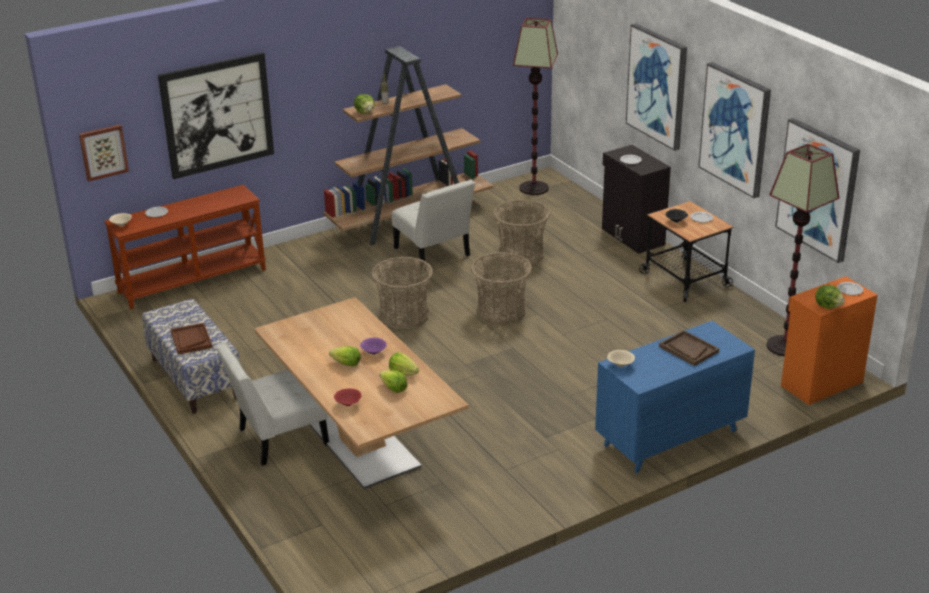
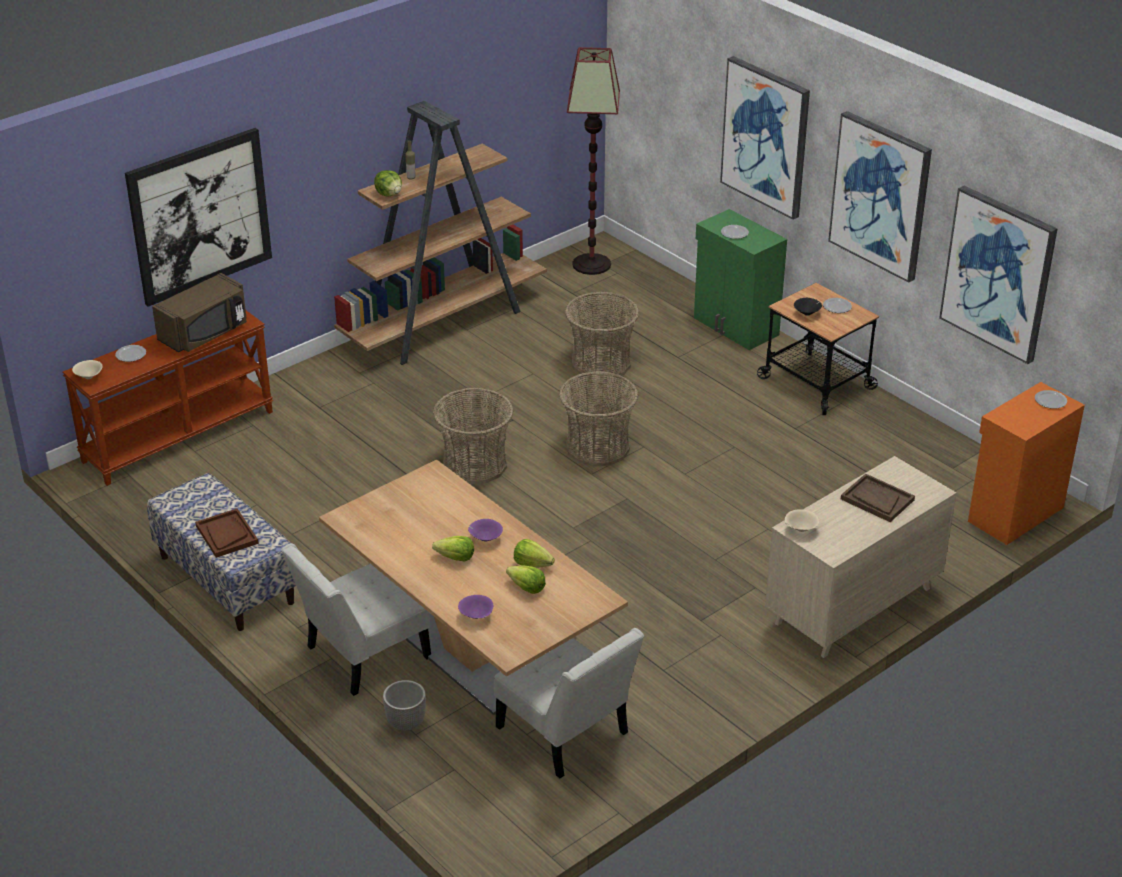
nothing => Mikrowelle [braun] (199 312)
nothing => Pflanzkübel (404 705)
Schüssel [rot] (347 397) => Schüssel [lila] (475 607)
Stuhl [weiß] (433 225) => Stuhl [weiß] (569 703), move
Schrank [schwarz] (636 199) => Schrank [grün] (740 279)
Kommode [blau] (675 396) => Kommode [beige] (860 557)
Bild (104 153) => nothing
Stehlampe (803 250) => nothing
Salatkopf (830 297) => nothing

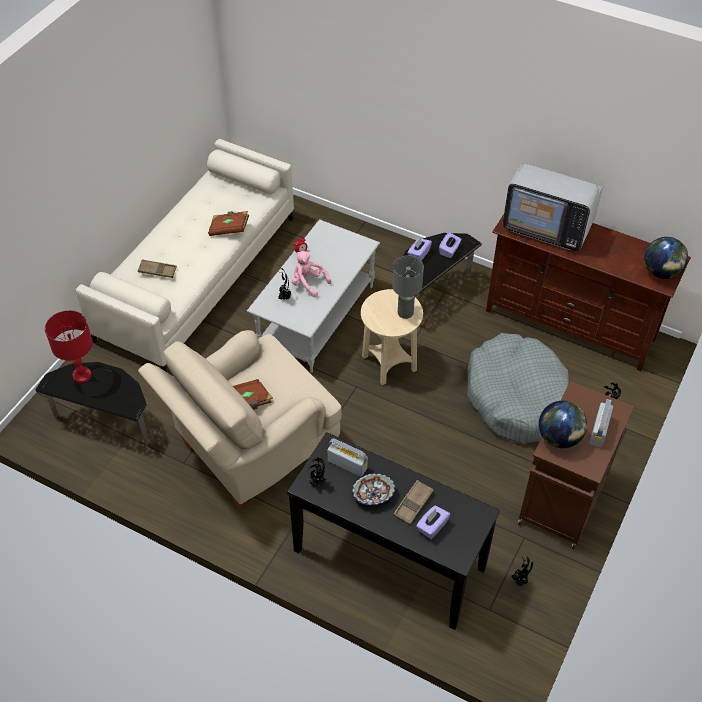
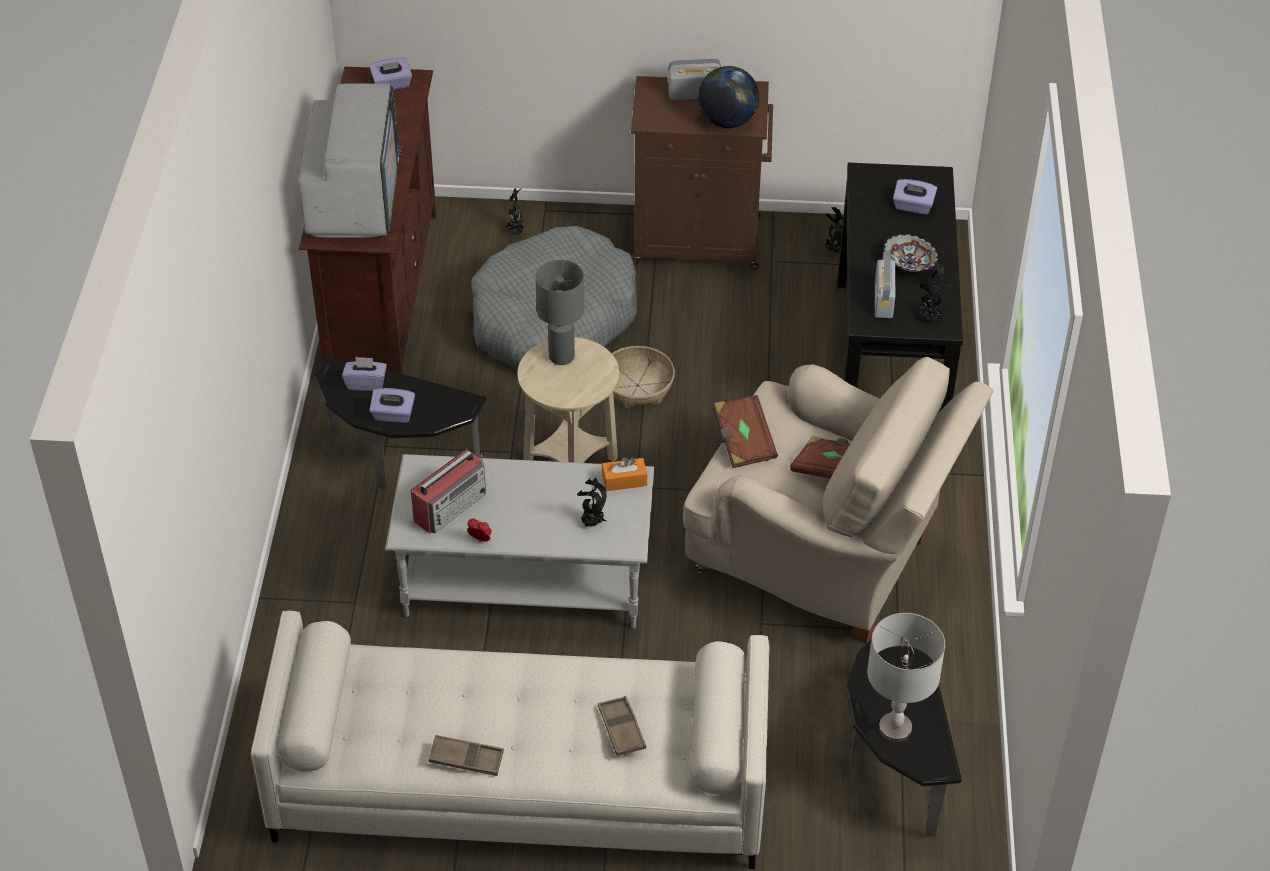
Globus (666 258) => Taschentuchbox [lila] (390 74)
nothing => Radio (448 492)
Tablett [braun] (413 502) => Tablett [braun] (466 755), move
nothing => Taschentuchbox [orange] (624 474)
nothing => Korb (643 377)
Buch [braun] (228 223) => Buch [braun] (745 431), move
Tischlampe [rot] (69 346) => Tischlampe [grau] (906 677)
Plüschtier [rosa] (311 274) => nothing

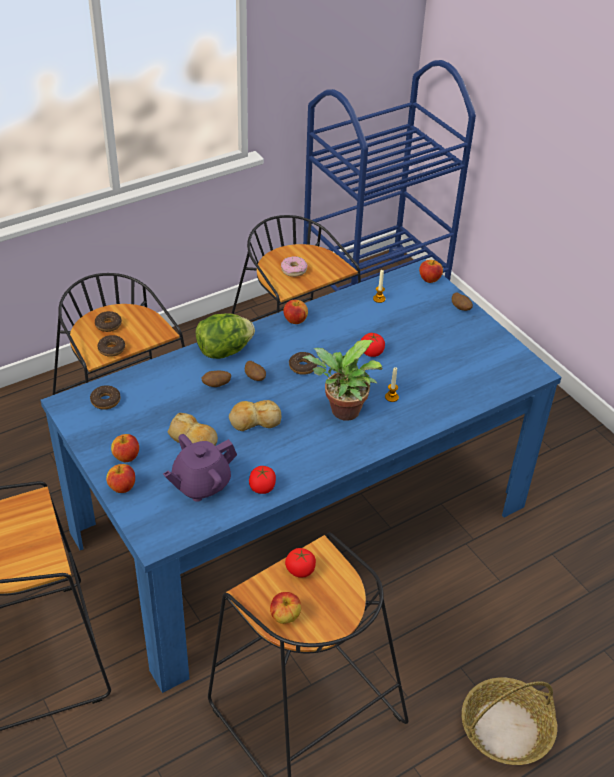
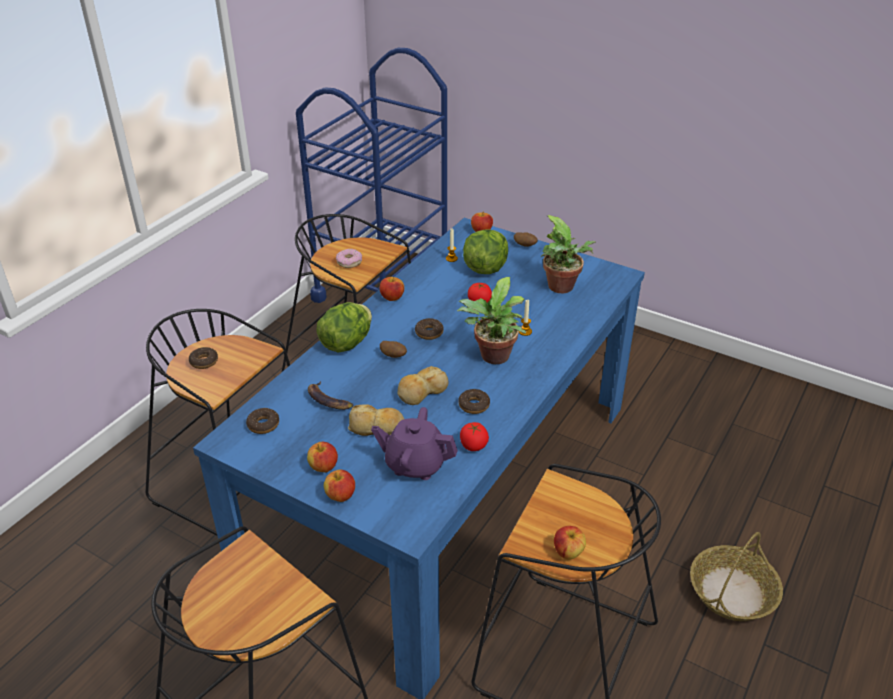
nothing => Banane (330 395)
Teekanne [lila] (200 468) => Teekanne [lila] (414 443), 75 degrees clockwise
Donut (111 346) => Donut (474 401), move
nothing => Salatkopf (485 251)
nothing => Topfpflanze (568 254)
Kartoffel (216 379) => nothing
Tomate (300 563) => nothing

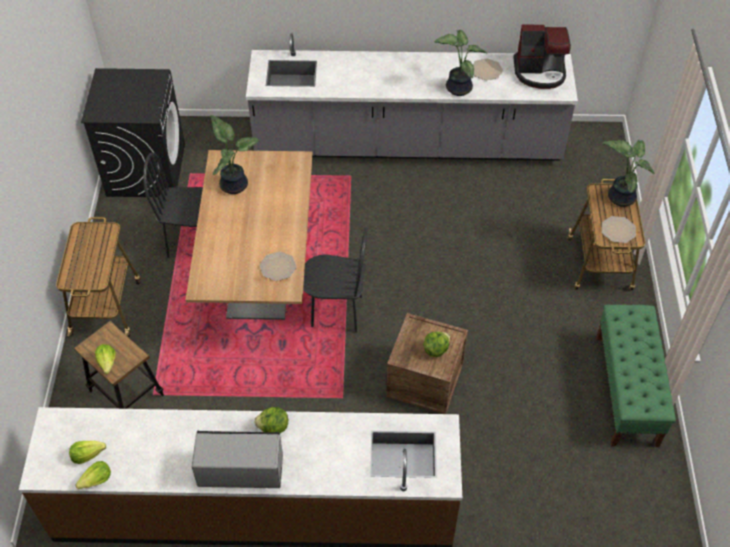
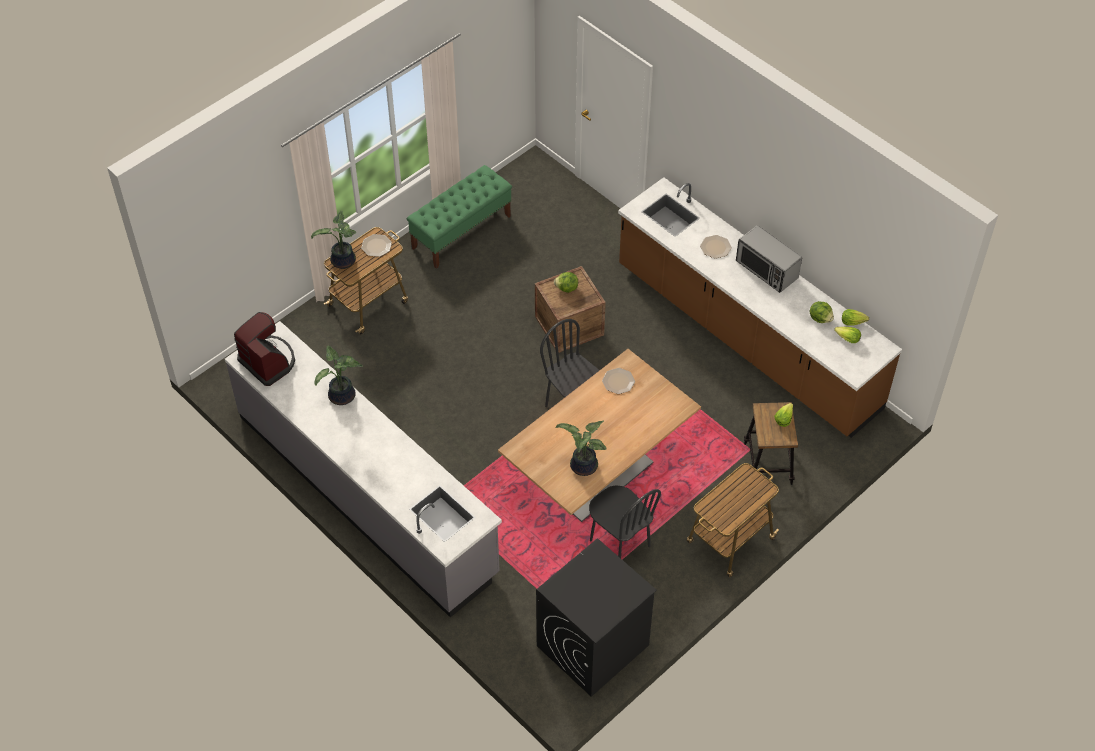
Teller (488 69) => Teller (716 247), move
Salatkopf (271 420) => Salatkopf (822 312), move

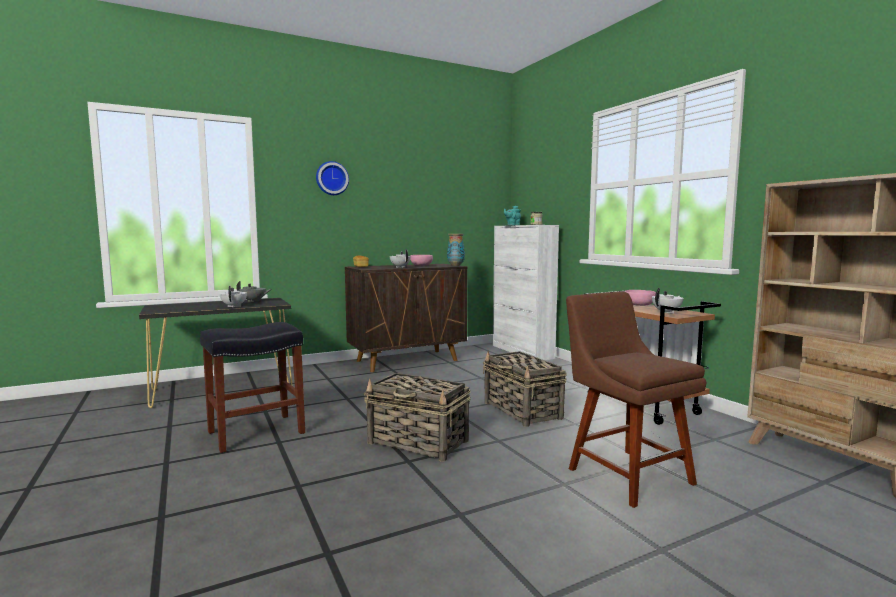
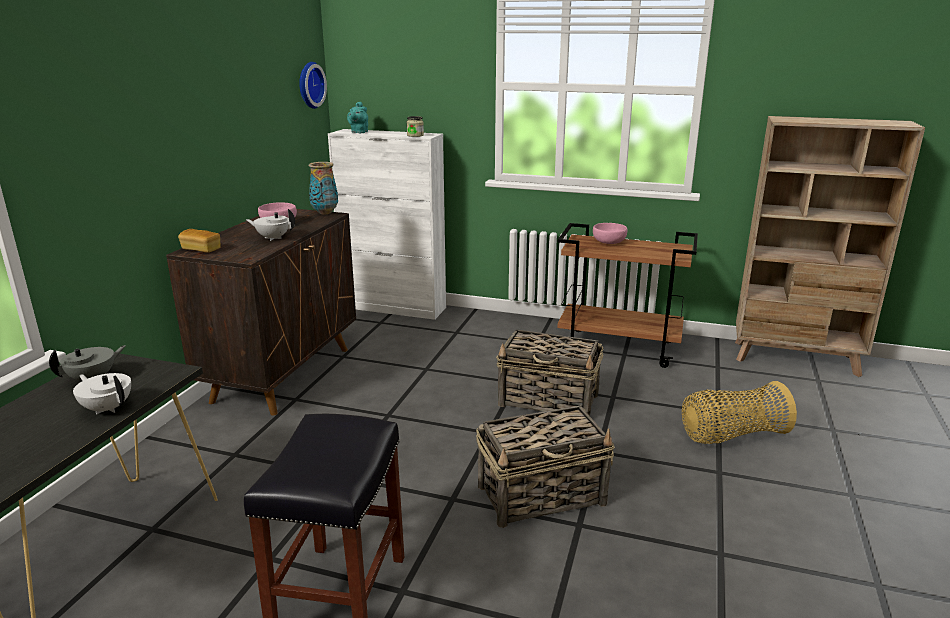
Wanduhr (332 178) => Wanduhr (313 85), move
Stuhl [braun] (636 400) => Korb (739 412)
Teekanne [weiß] (668 301) => nothing

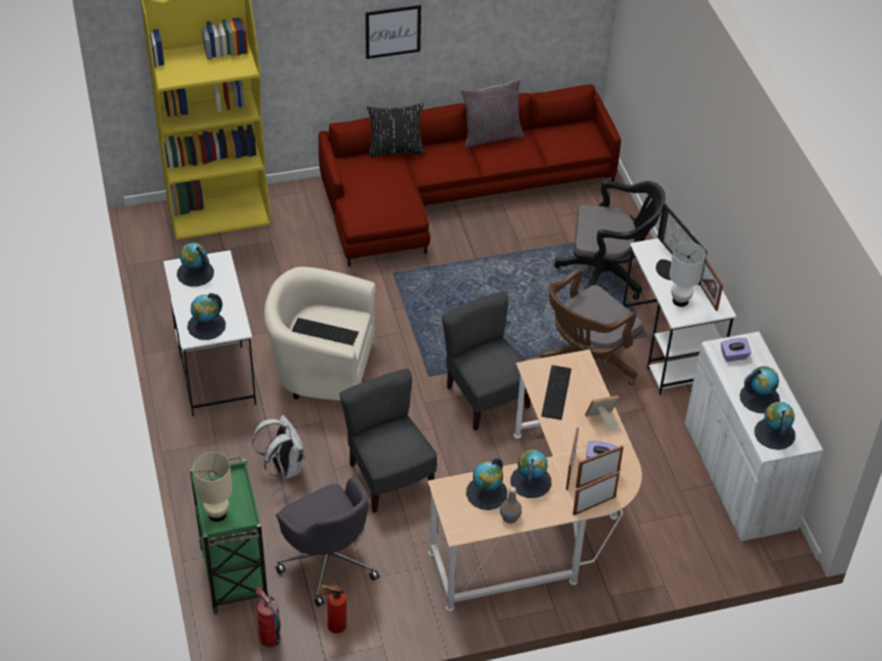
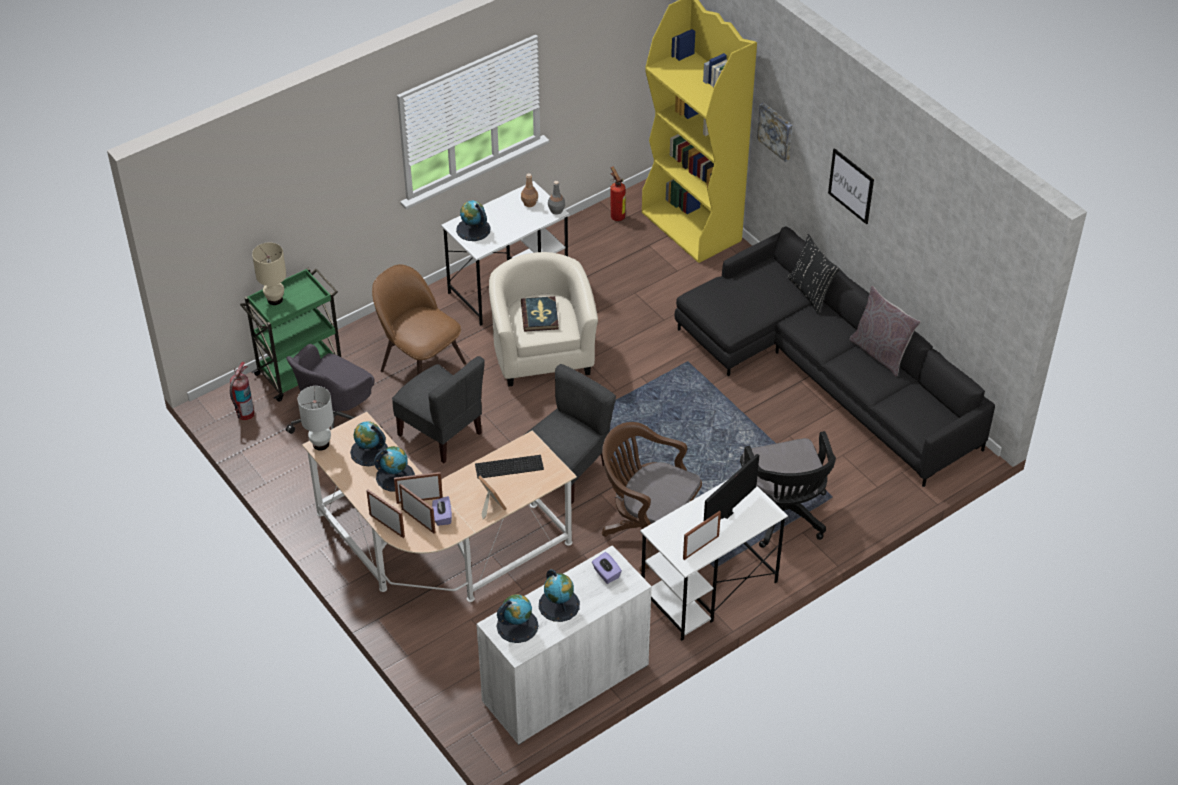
Tischlampe [weiß] (687 274) => Tischlampe [weiß] (316 418), move
Rucksack [weiß] (278 447) => Stuhl [braun] (419 319)
Stuhl [grau] (388 441) => Stuhl [grau] (438 409), 90 degrees clockwise
Globus (195 264) => Flasche [braun] (529 190)
Tastatur (325 331) => Buch (540 314)
Flasche [grau] (511 505) => Flasche [grau] (556 198), move
Feuerlöscher (332 608) => Feuerlöscher (618 194), move
Sofa [rot] (469 175) => Sofa [schwarz] (834 356)
nothing => Bild (774 132)

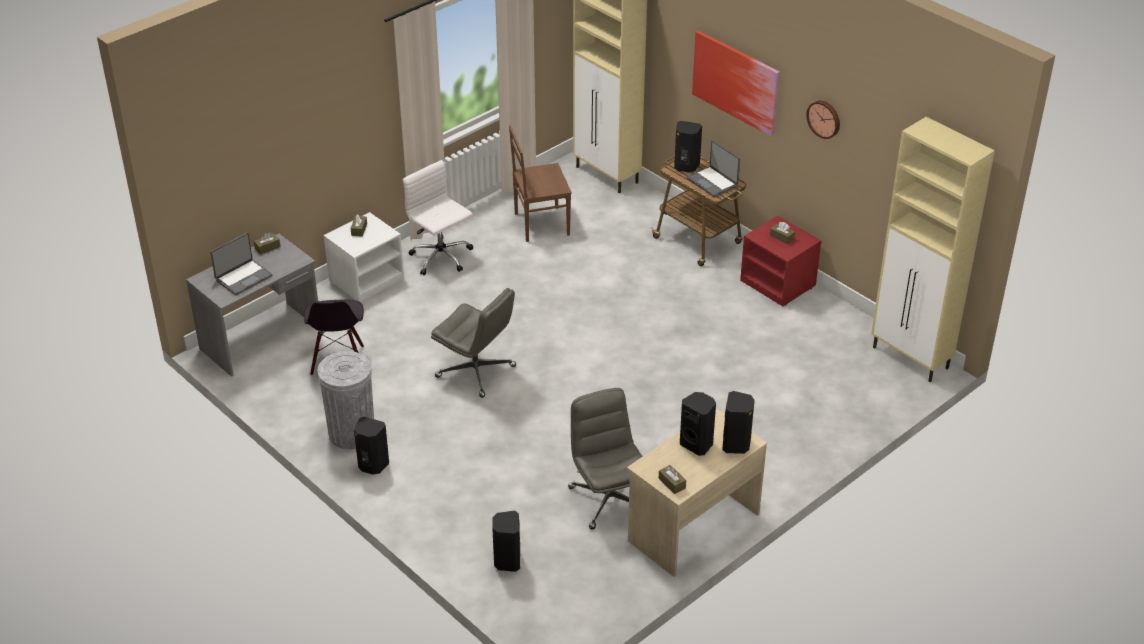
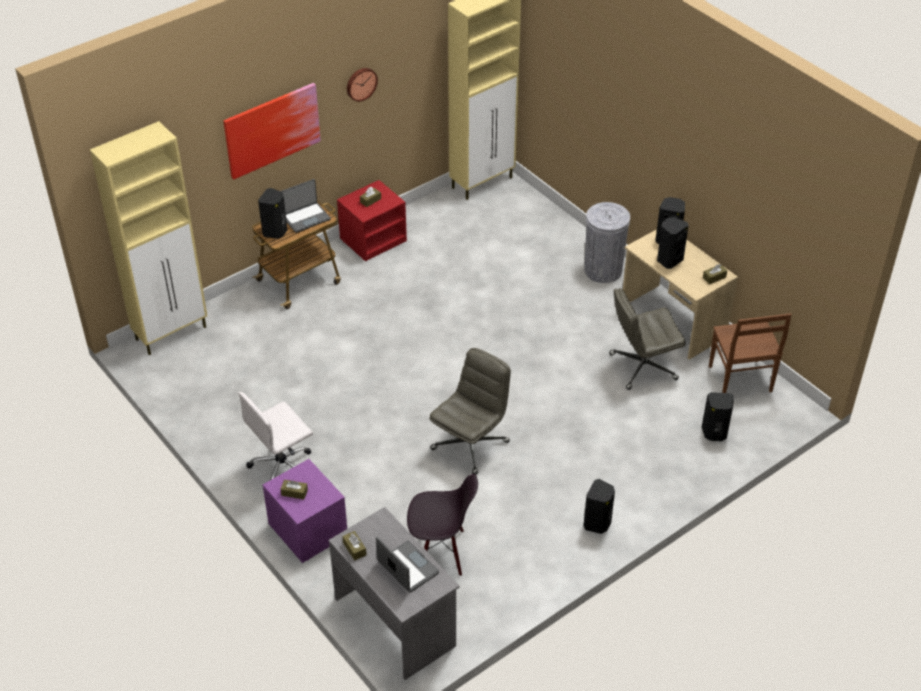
Nachttisch [weiß] (363 257) => Nachttisch [lila] (305 511)
Mülleimer [grau] (346 400) => Mülleimer [grau] (607 242), move
Stuhl [braun] (540 183) => Stuhl [braun] (750 353), move

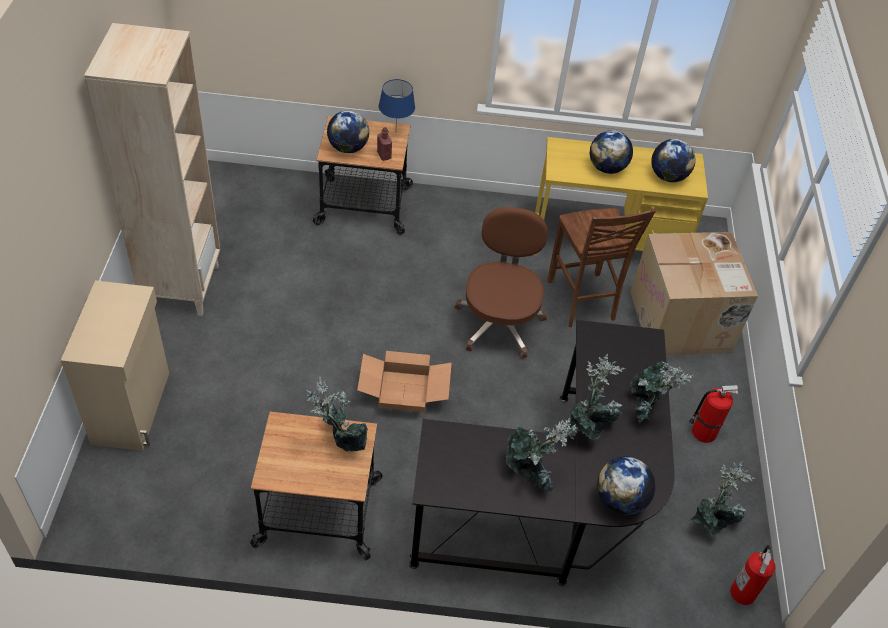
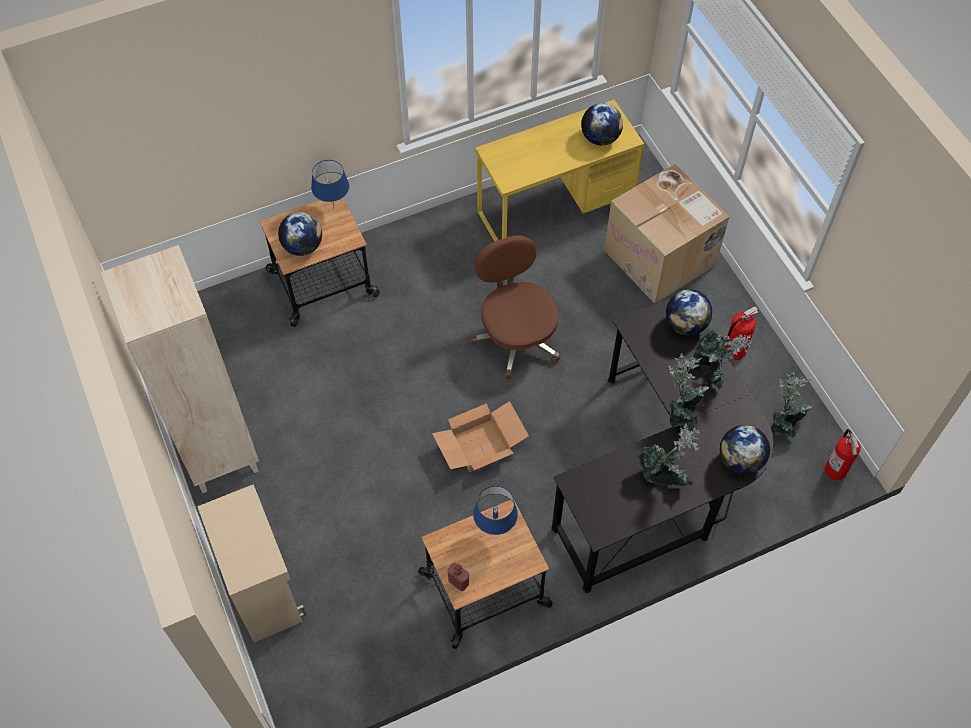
Flasche [rot] (384 144) => Flasche [rot] (458 577), move
Topfpflanze (337 414) => Tischlampe [blau] (495 510)
Globus (611 152) => Globus (689 312), move
Stuhl [braun] (601 267) => nothing

